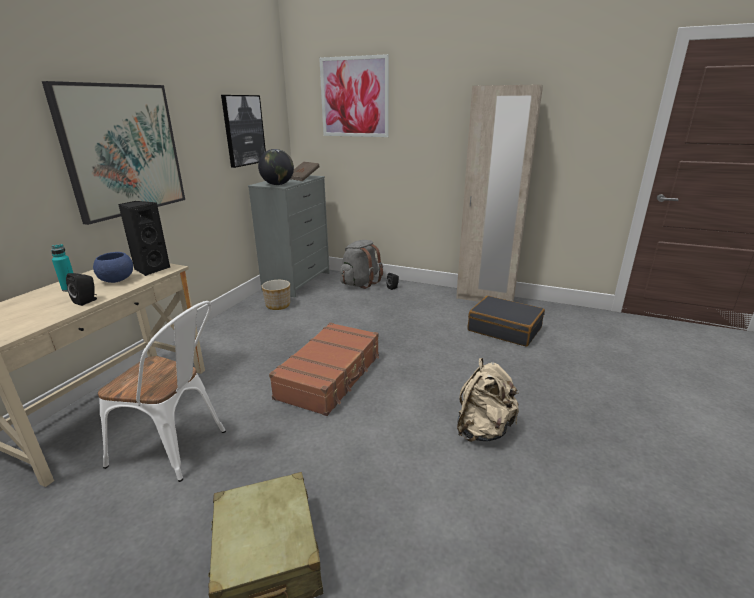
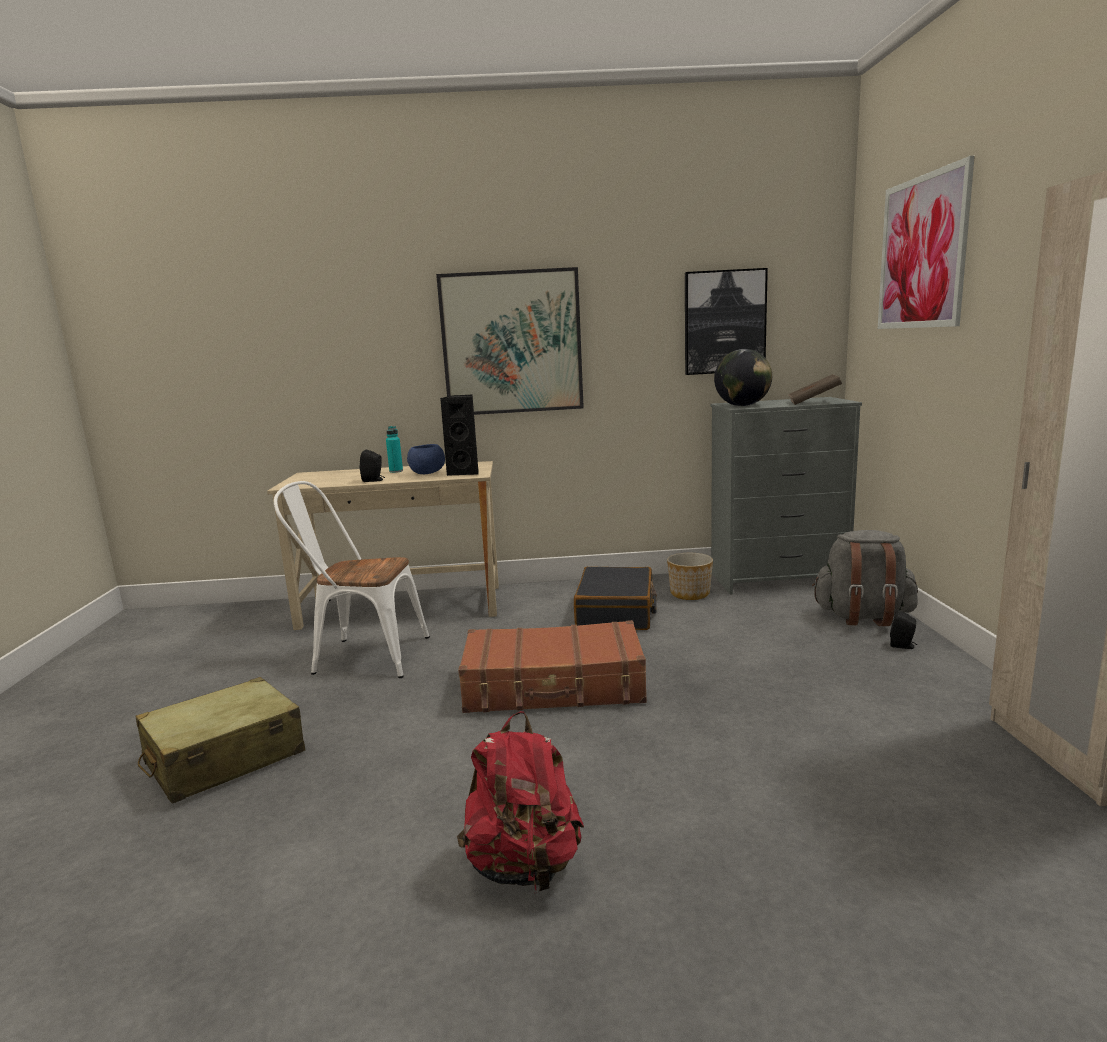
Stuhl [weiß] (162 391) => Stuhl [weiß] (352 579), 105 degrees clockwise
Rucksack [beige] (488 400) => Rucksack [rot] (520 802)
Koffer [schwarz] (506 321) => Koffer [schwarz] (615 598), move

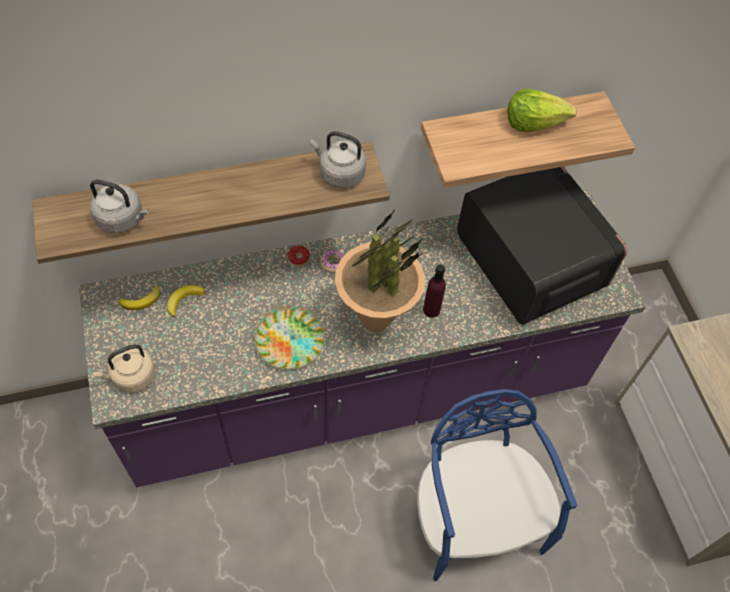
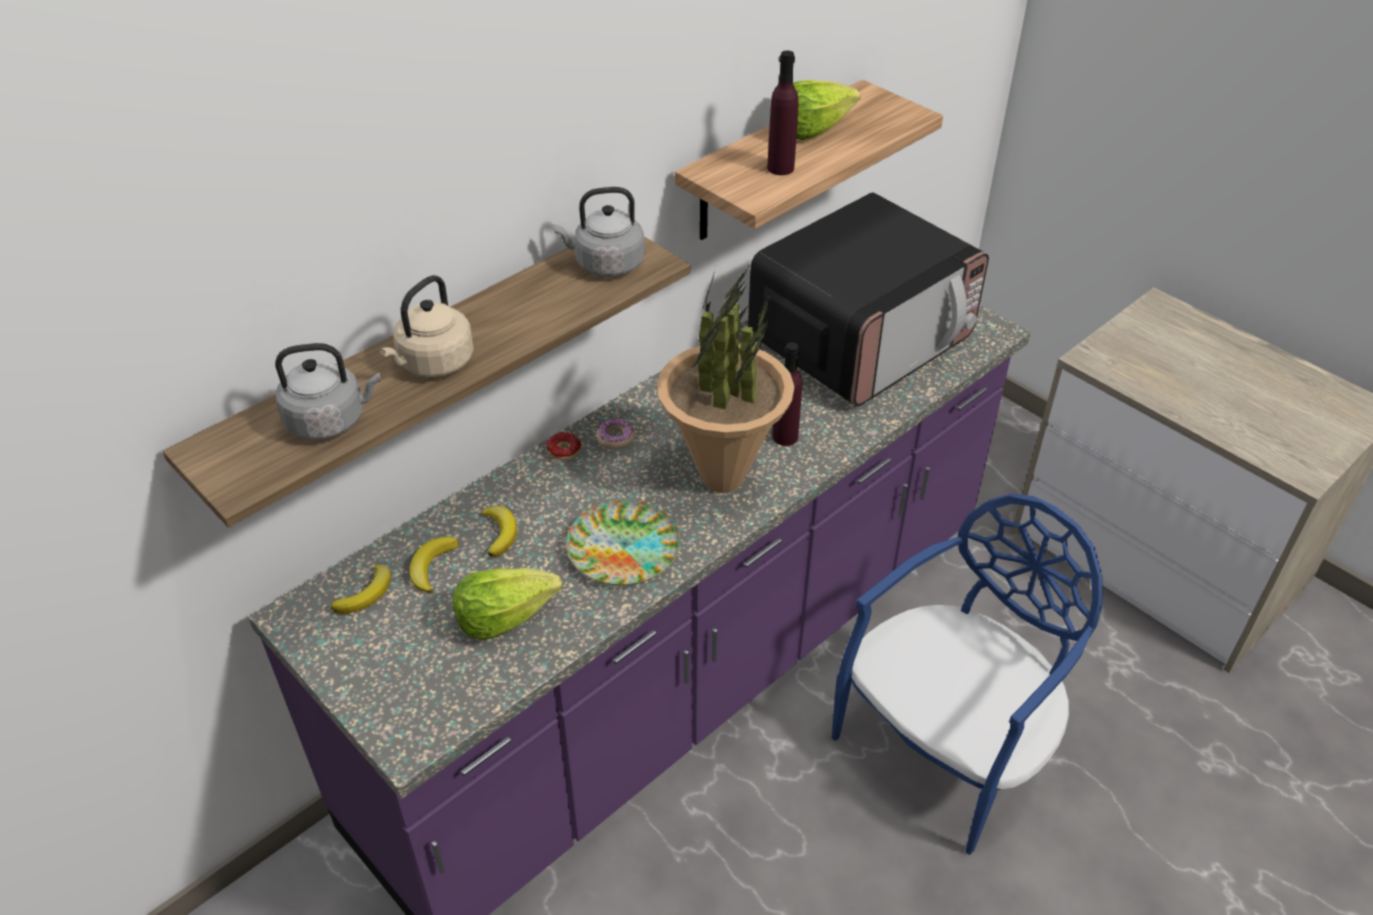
Wasserkessel [beige] (124 368) => Wasserkessel [beige] (427 326), move
nothing => Salatkopf (507 604)
nothing => Banane (498 531)
Mikrowelle (542 246) => Mikrowelle (868 299), 105 degrees clockwise
nothing => Flasche [lila] (783 113)
Stuhl [blau] (497 485) => Stuhl [blau] (967 674), 90 degrees clockwise

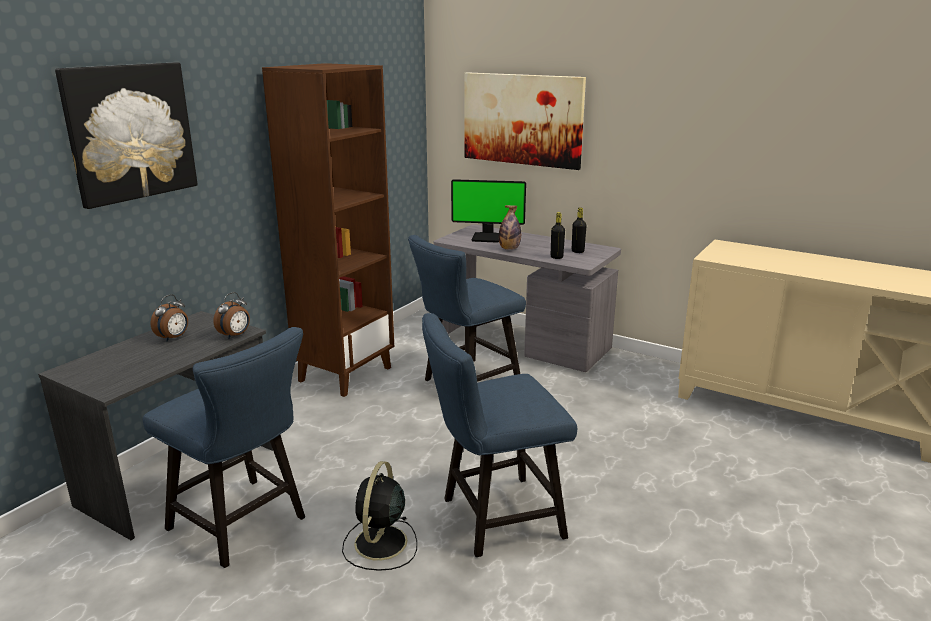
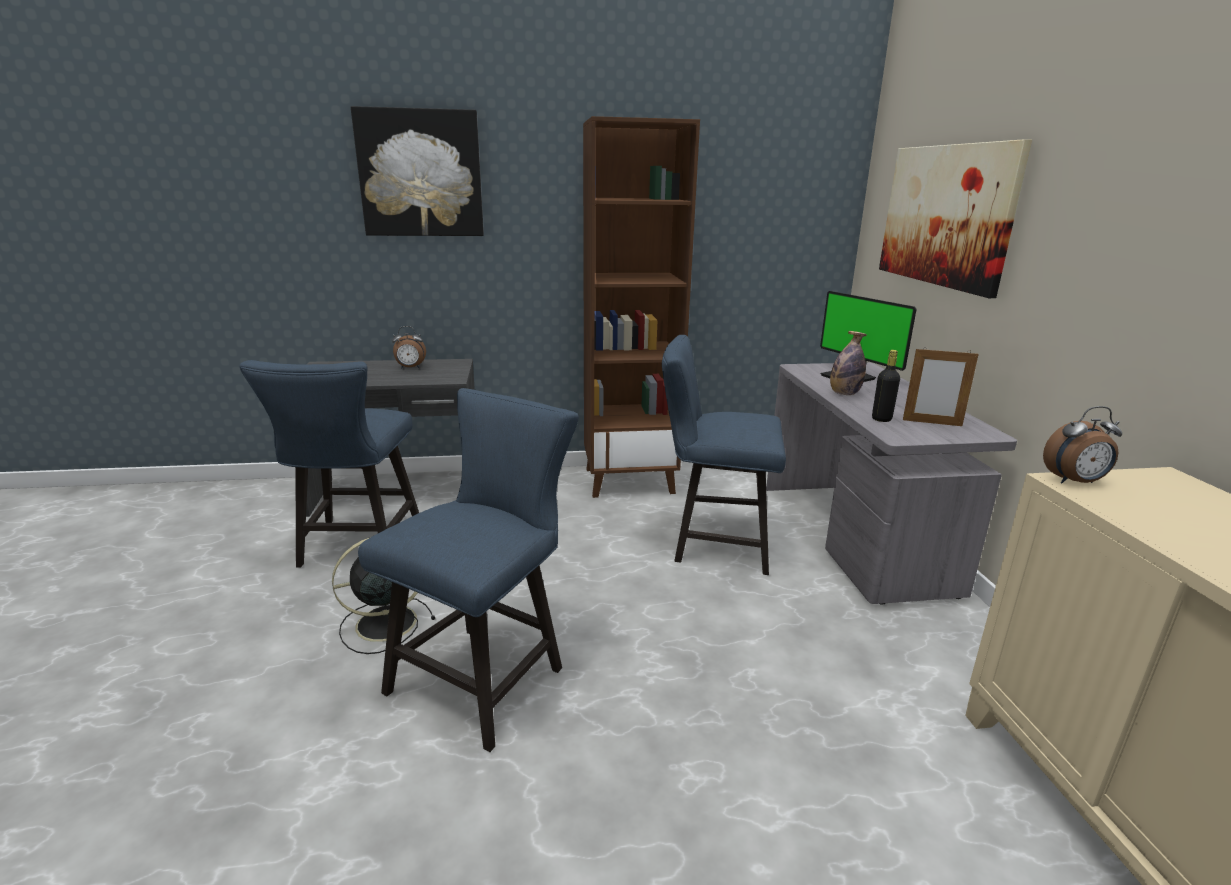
Stuhl [blau] (499 435) => Stuhl [blau] (468 570), 90 degrees clockwise
Flasche [schwarz] (579 230) => Bilderrahmen (941 386)
Wecker (231 315) => Wecker (1082 444), move

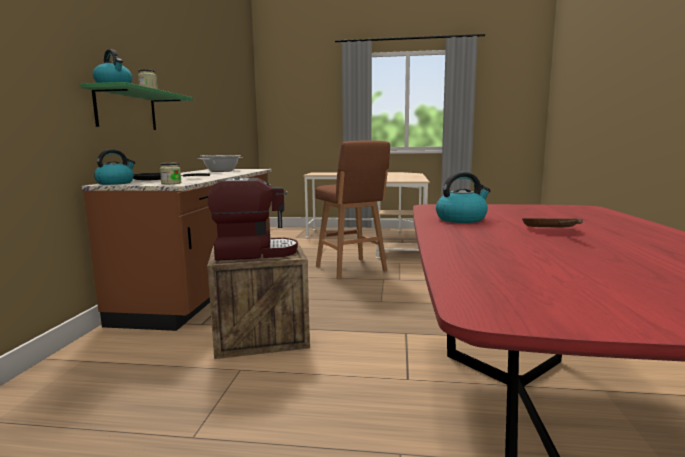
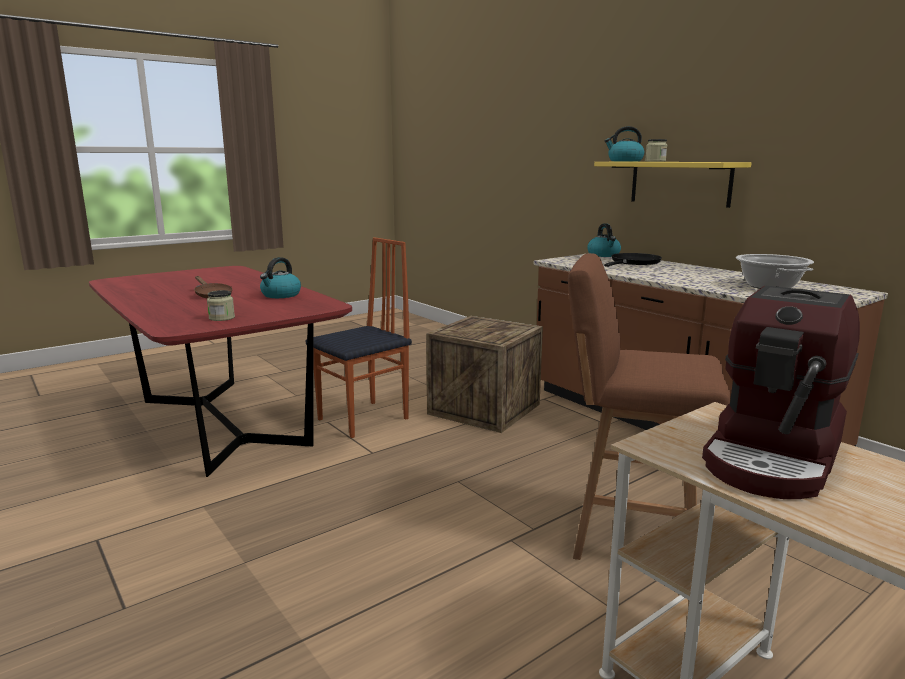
Vorratsglas (171 173) => Vorratsglas (221 305), move
nothing => Stuhl (358 337)
Wandregal [grün] (137 106) => Wandregal [gelb] (672 185)
Kaffeemaschine (253 219) => Kaffeemaschine (781 392), move

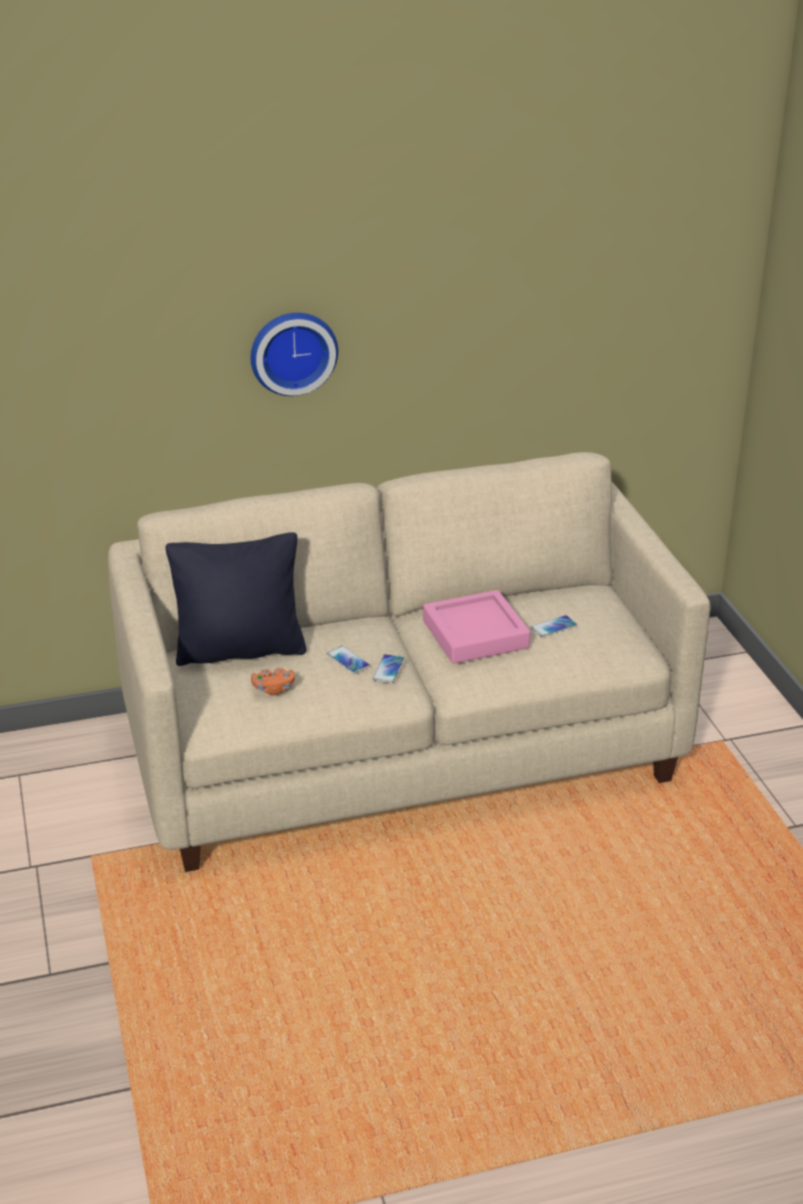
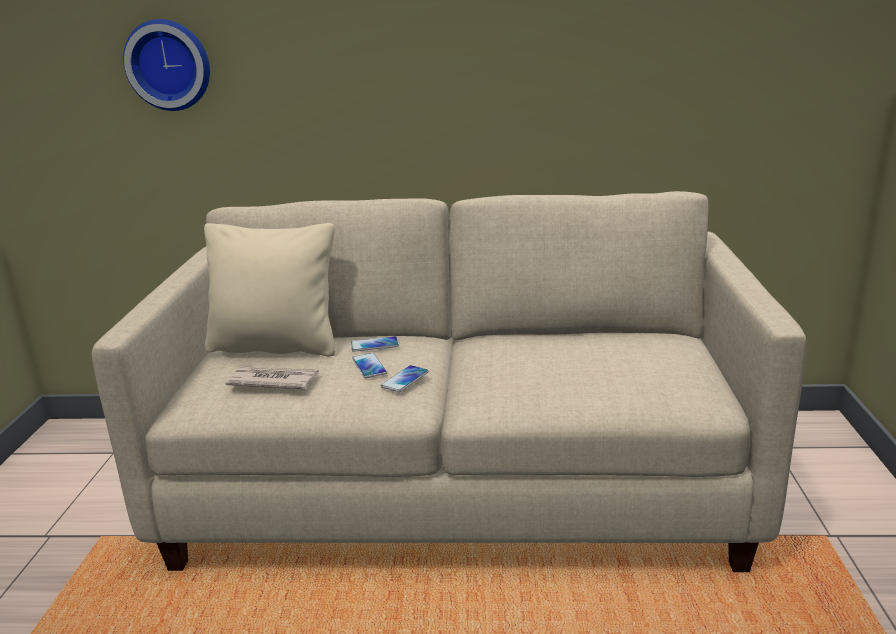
Wanduhr (294 354) => Wanduhr (166 65), move
Kissen [schwarz] (236 599) => Kissen [beige] (269 289)
Gamepad [orange] (273 681) => Zeitung (272 377)
Handy (554 626) => Handy (375 344), move
Tablett [rosa] (476 627) => nothing

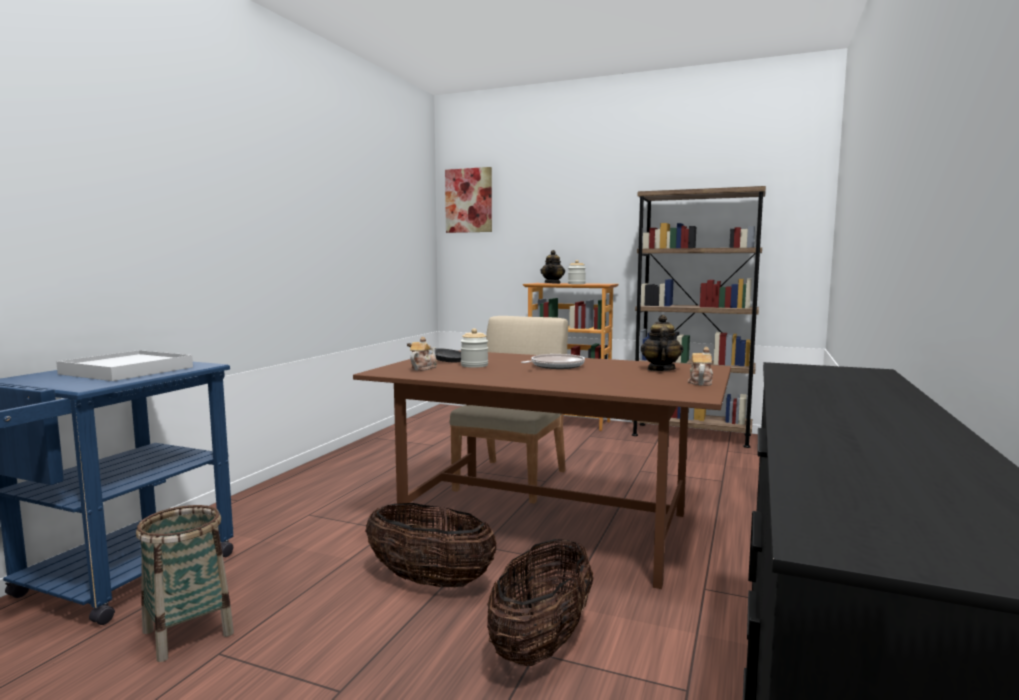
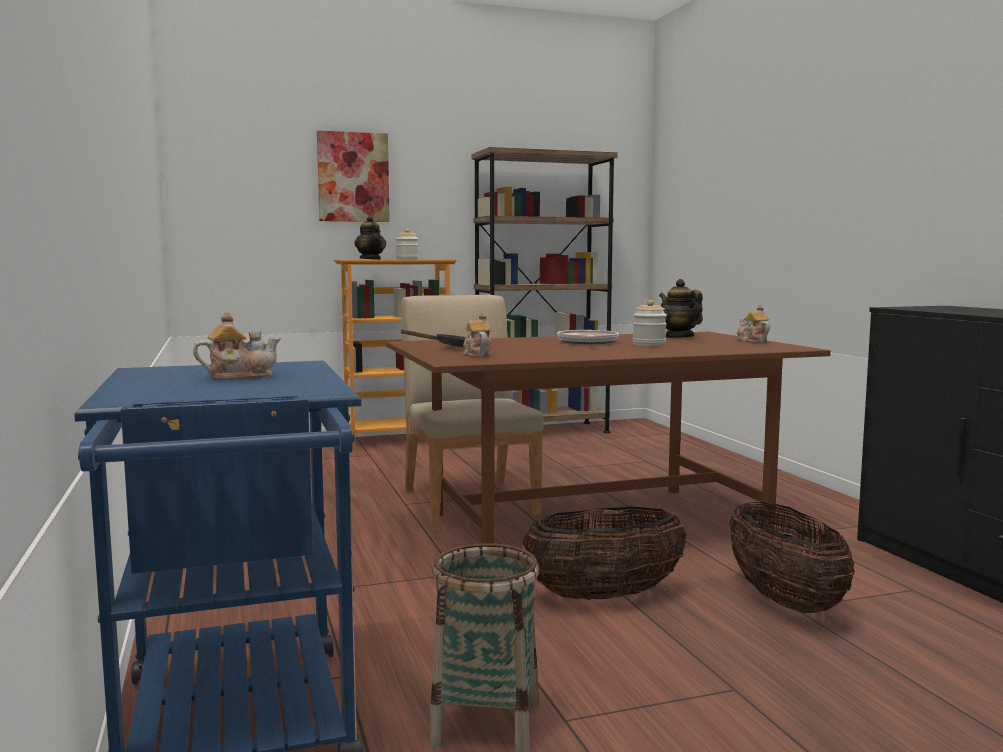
Tablett [weiß] (124 365) => Teekanne (237 346)
Bild (468 200) => Bild (353 176), move
Vorratsglas (474 348) => Vorratsglas (650 323), move

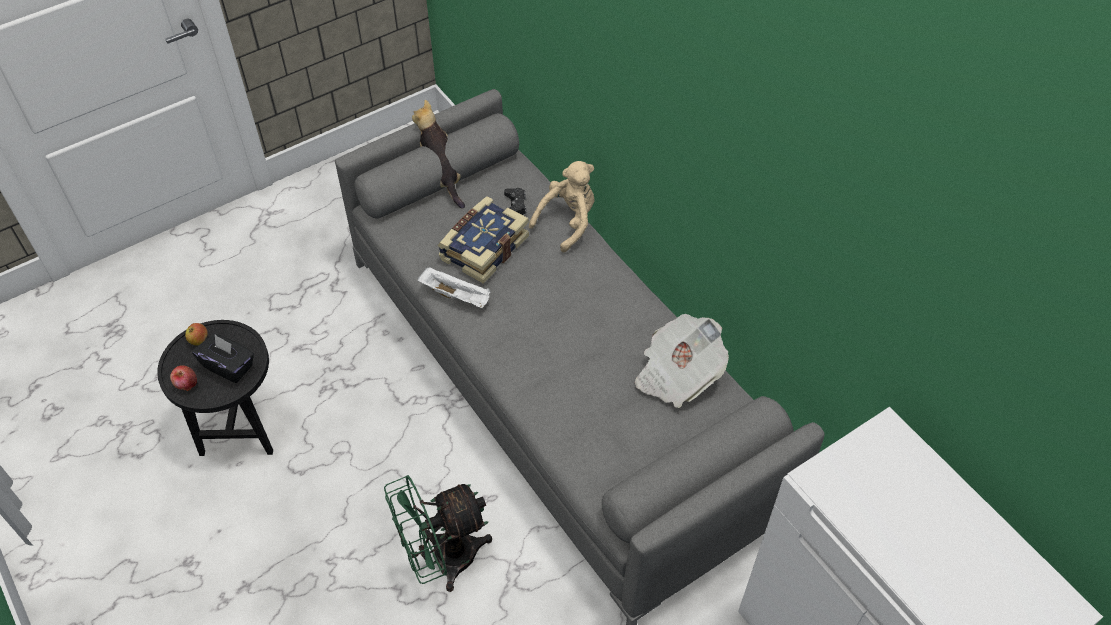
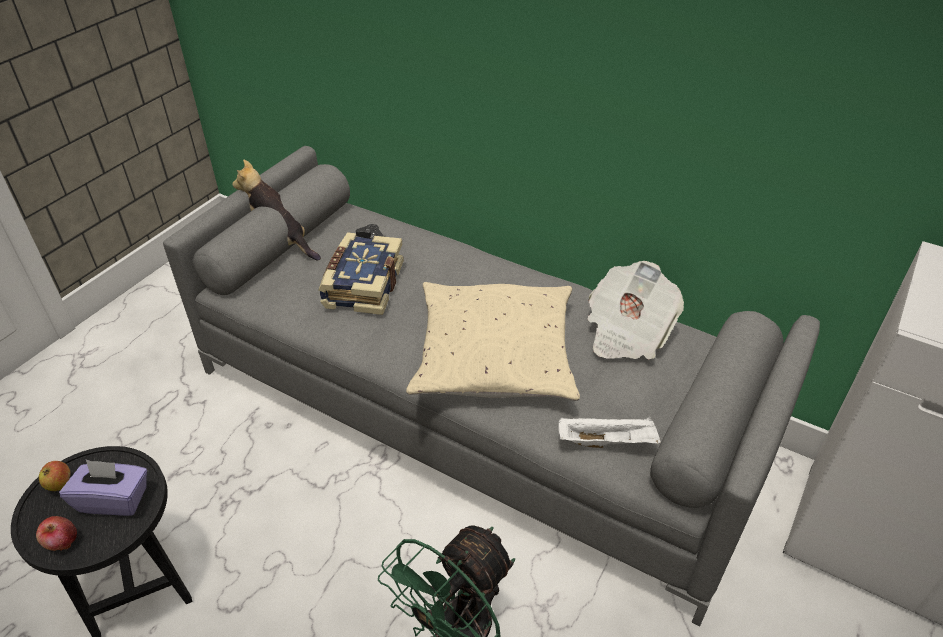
Taschentuchbox [schwarz] (223 358) => Taschentuchbox [lila] (103 488)
nothing => Kissen [beige] (493 341)
Tablett [weiß] (454 287) => Tablett [weiß] (609 432), move
Plüschtier [beige] (561 206) => nothing

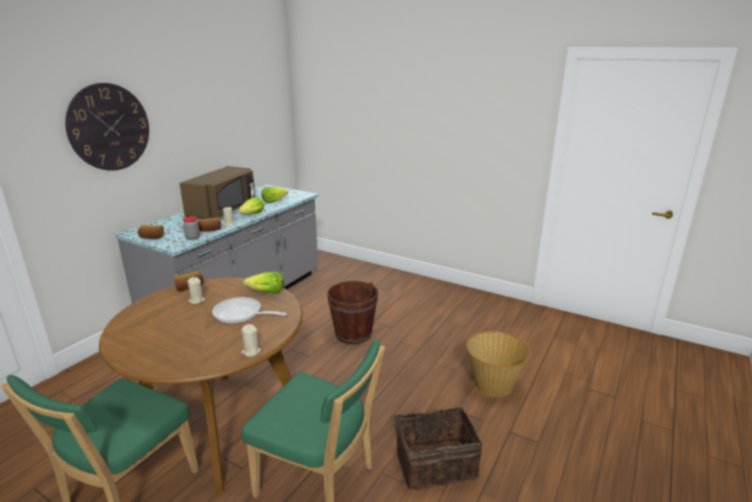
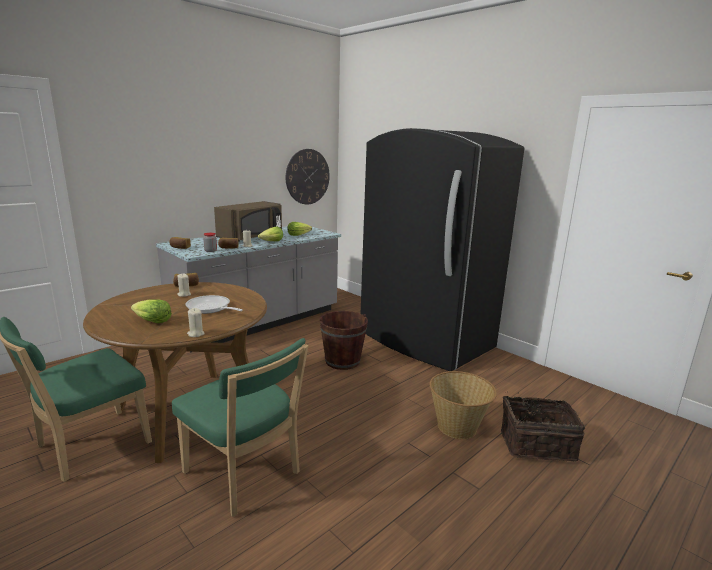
Salatkopf (263 283) => Salatkopf (151 311), move
Wanduhr (107 127) => Wanduhr (308 176), move
nothing => Kühlschrank [schwarz] (443 249)
Korb (438 448) => Korb (543 426), move

